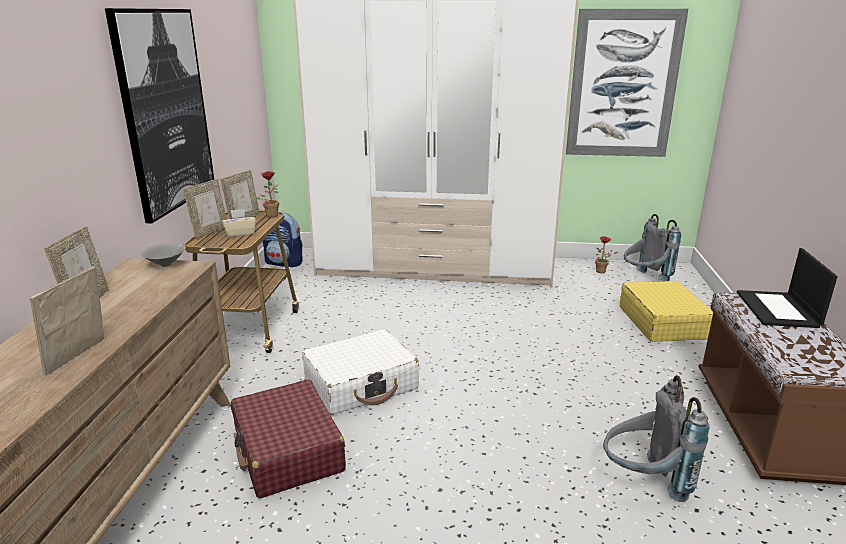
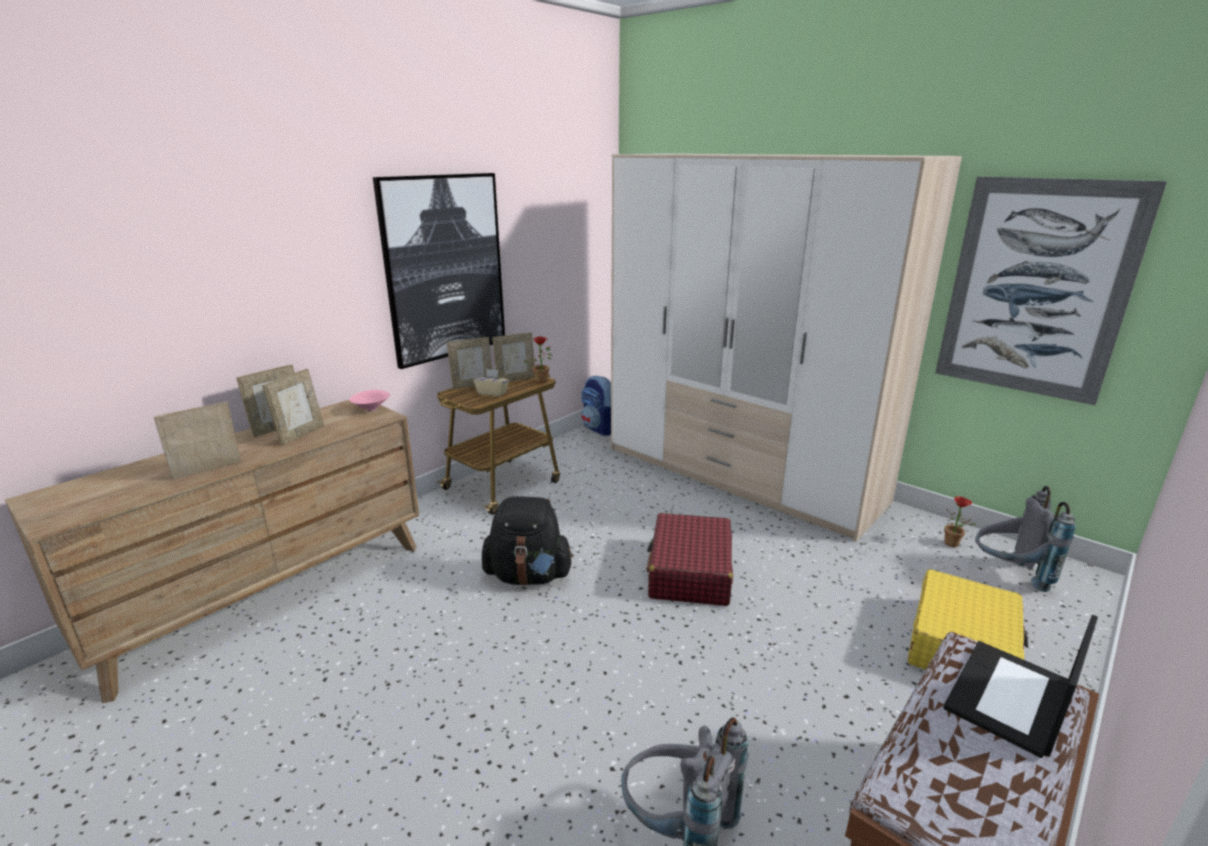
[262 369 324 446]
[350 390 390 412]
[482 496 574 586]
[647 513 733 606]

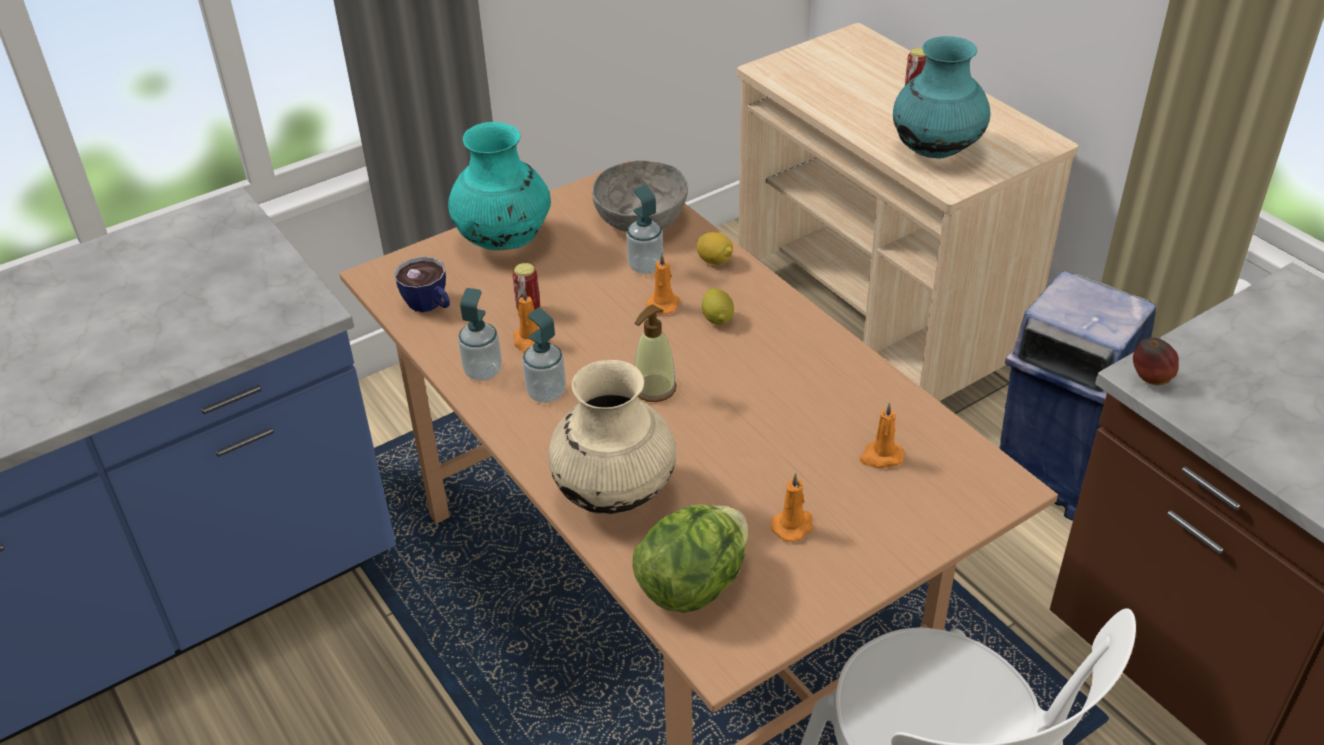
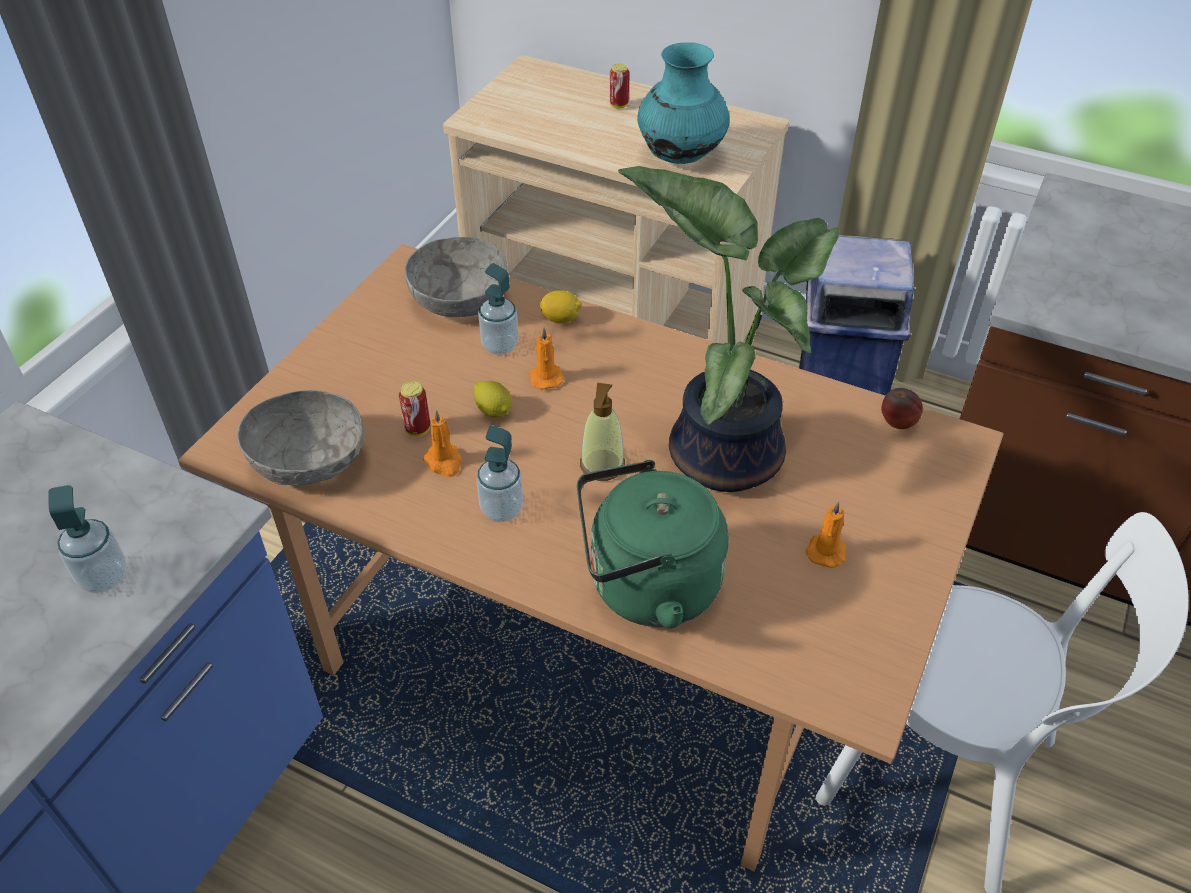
[48 485 127 593]
[237 390 363 485]
[474 381 512 417]
[577 460 728 629]
[618 166 839 492]
[881 388 923 429]
[448 122 551 251] (first image)
[633 504 748 613] (first image)
[859 403 904 468] (first image)

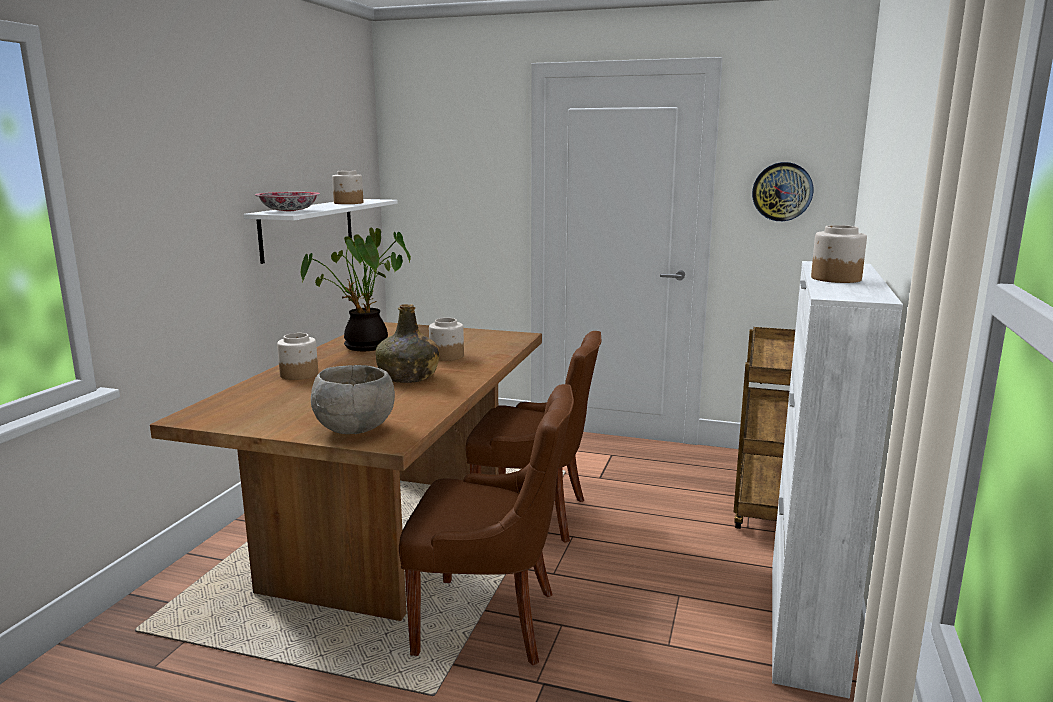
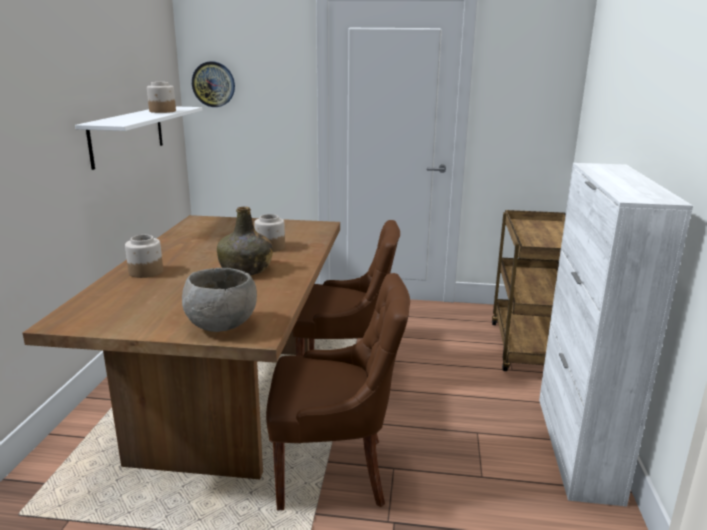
[192 61 235 107]
[255 192 320 211] (first image)
[301 227 411 351] (first image)
[811 225 867 283] (first image)

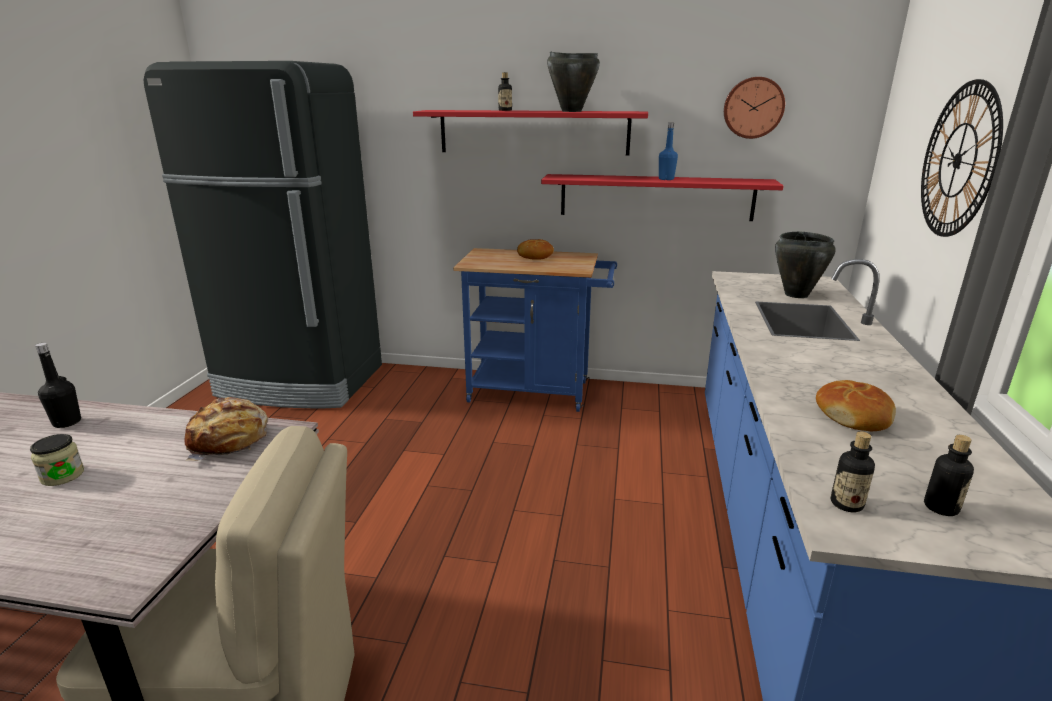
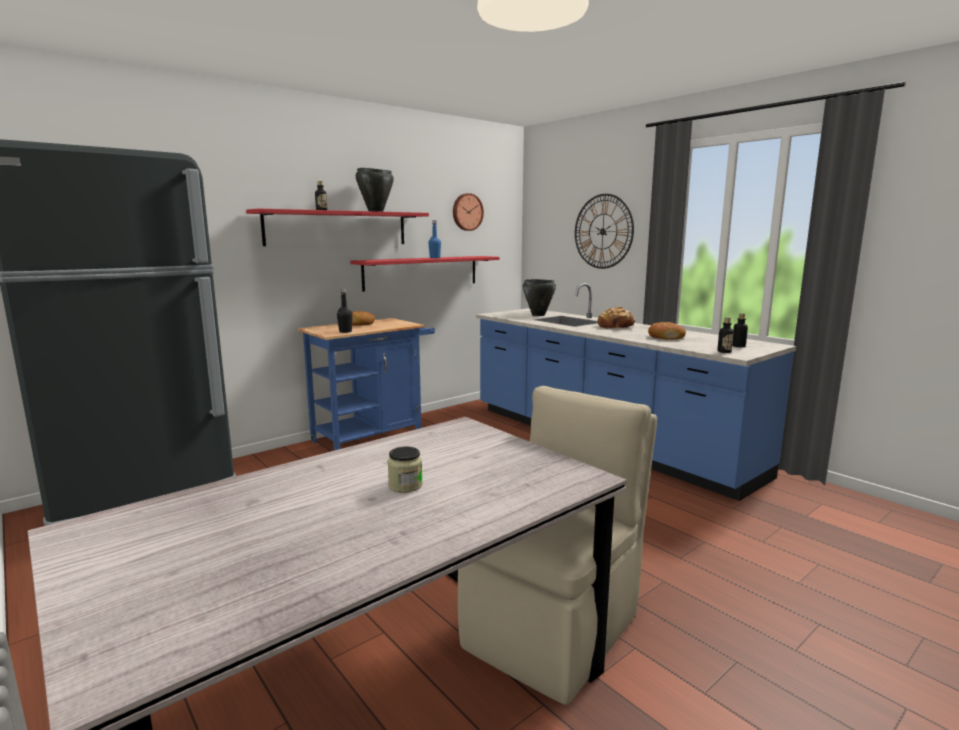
[337 288 352 333]
[597 307 635 329]

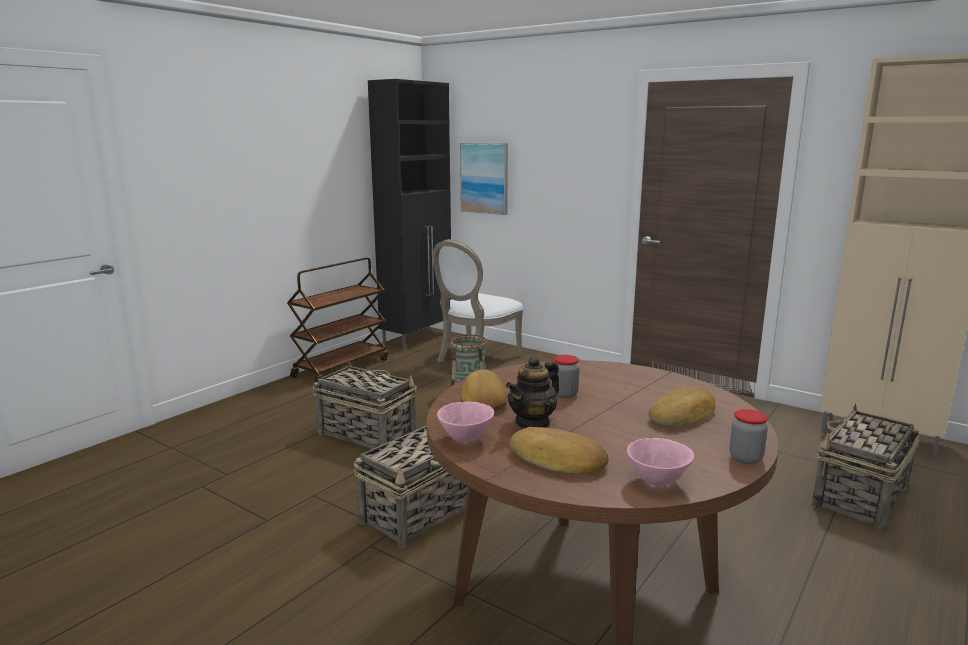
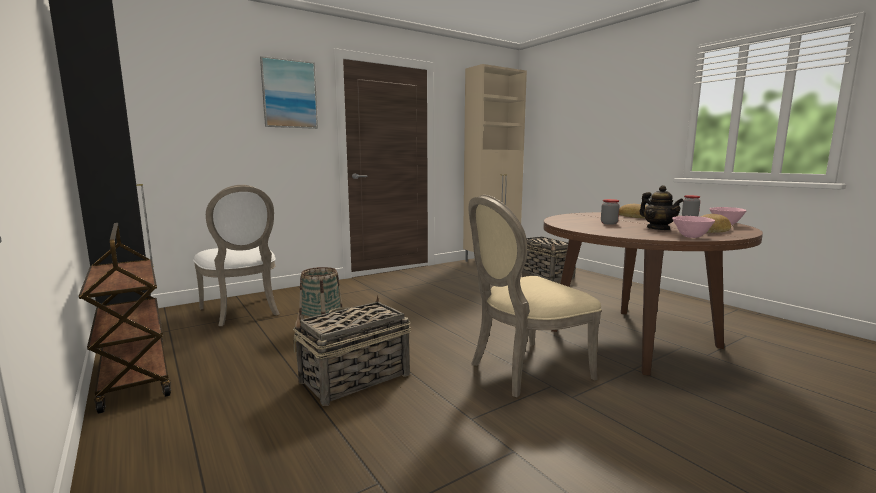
[260 56 318 129]
[469 195 602 397]
[462 369 507 411] (first image)

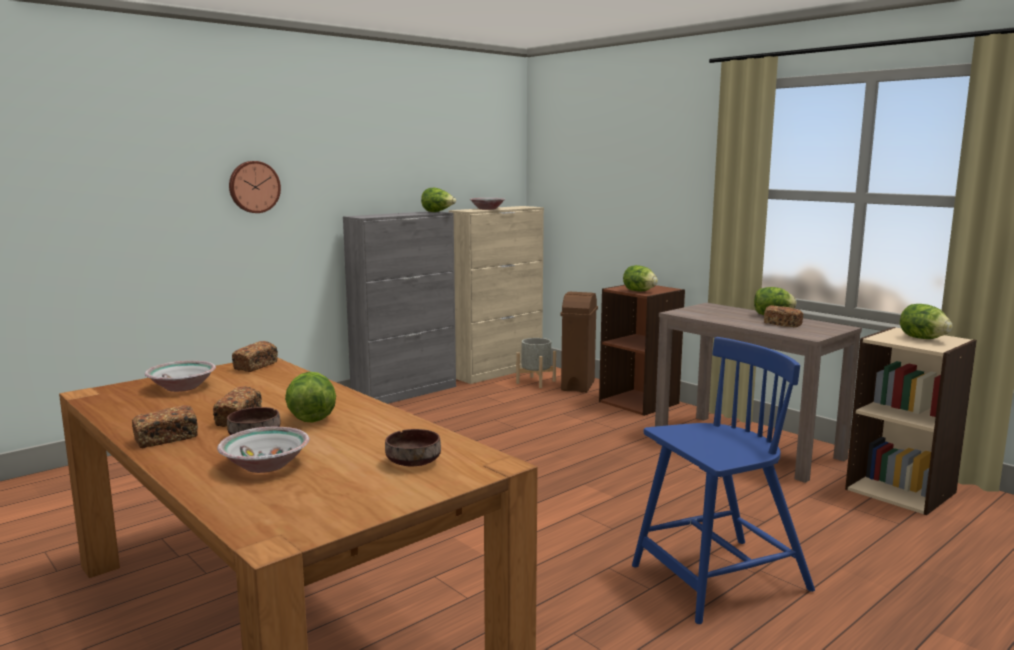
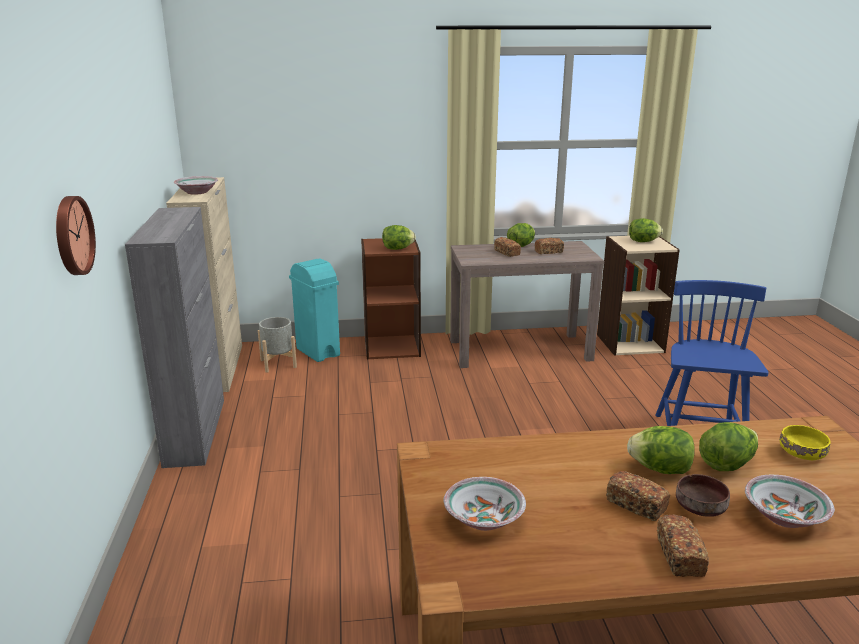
[289 258 340 362]
[494 237 521 257]
[699 422 758 471]
[780 425 831 460]

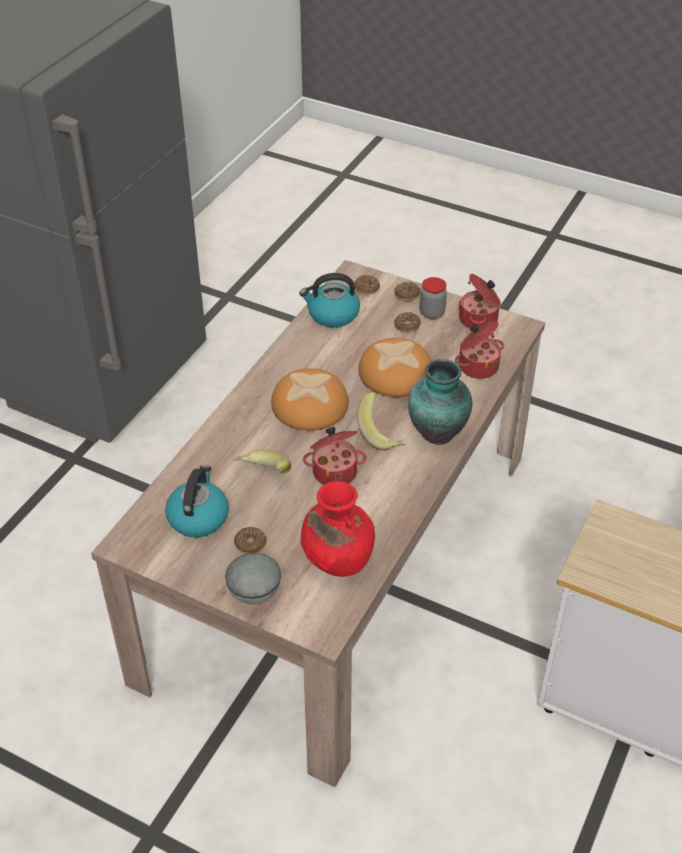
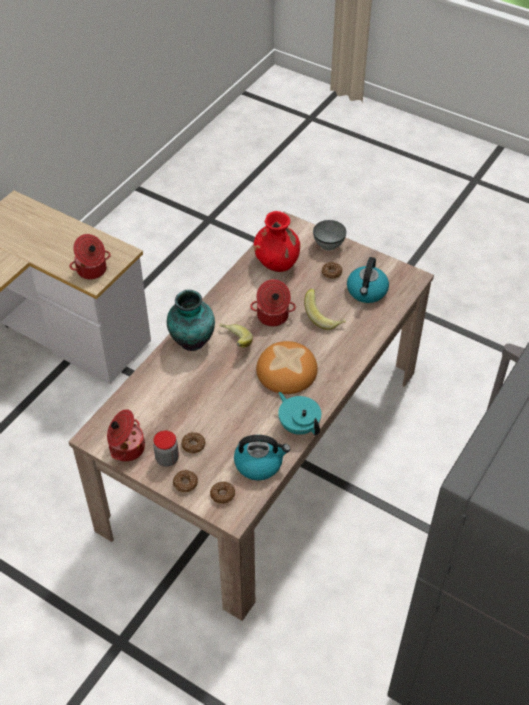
[70 234 111 279]
[278 392 321 435]
[358 338 432 397] (first image)

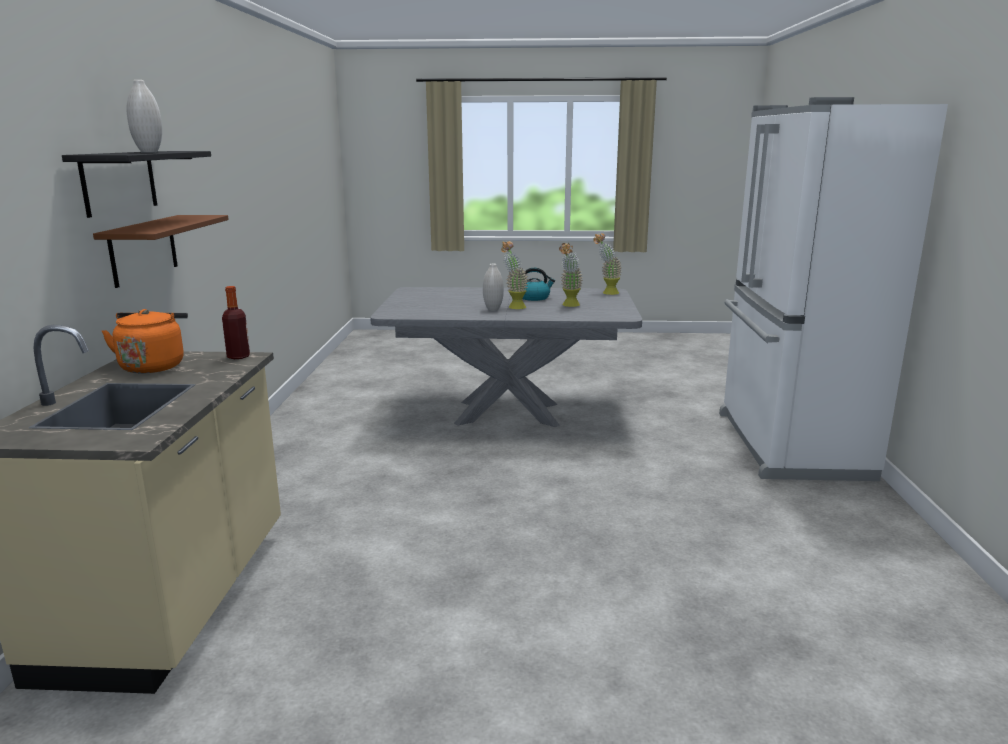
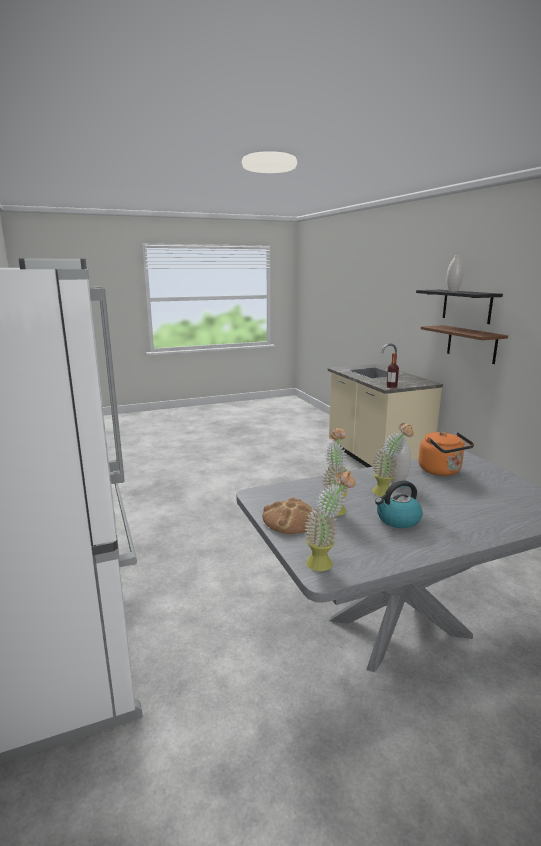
[262 497 313 534]
[418 432 474 476]

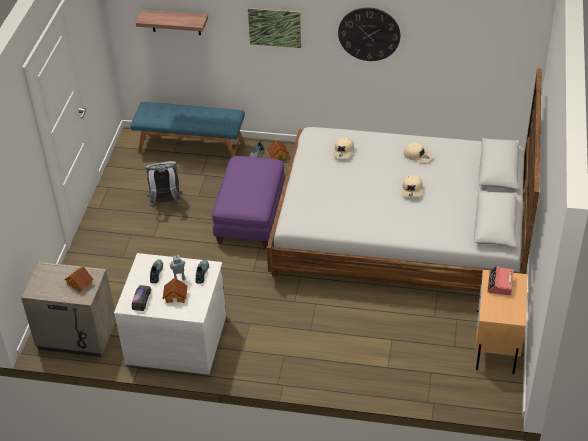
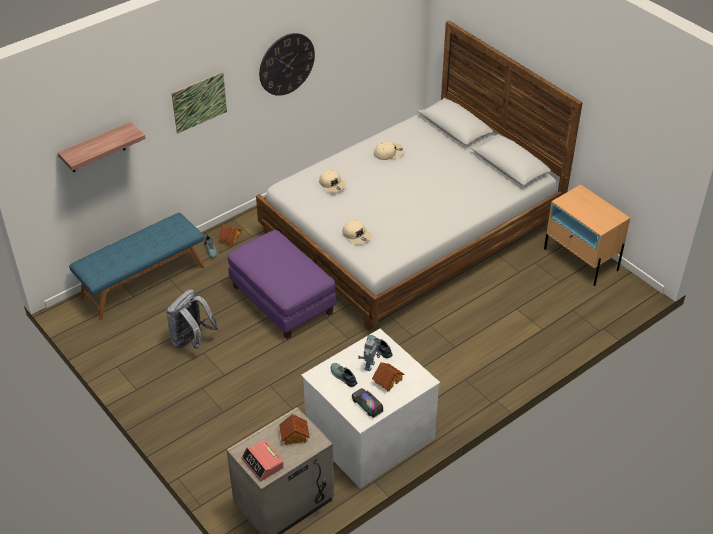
[241 440 284 481]
[343 220 372 244]

